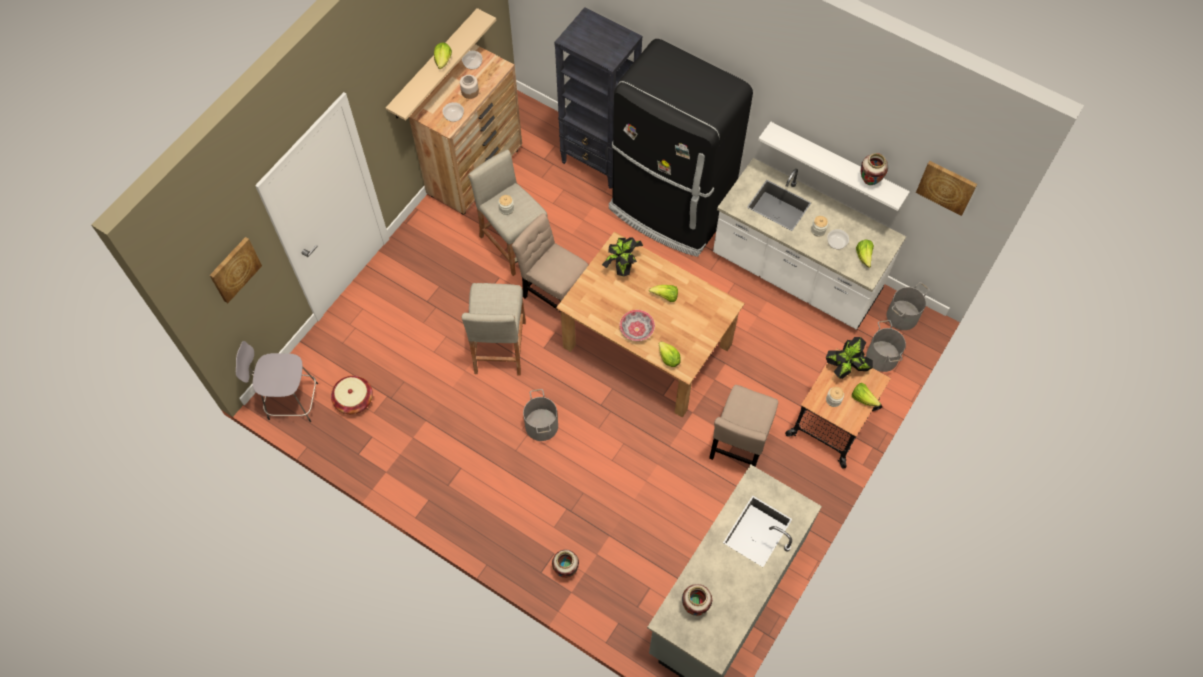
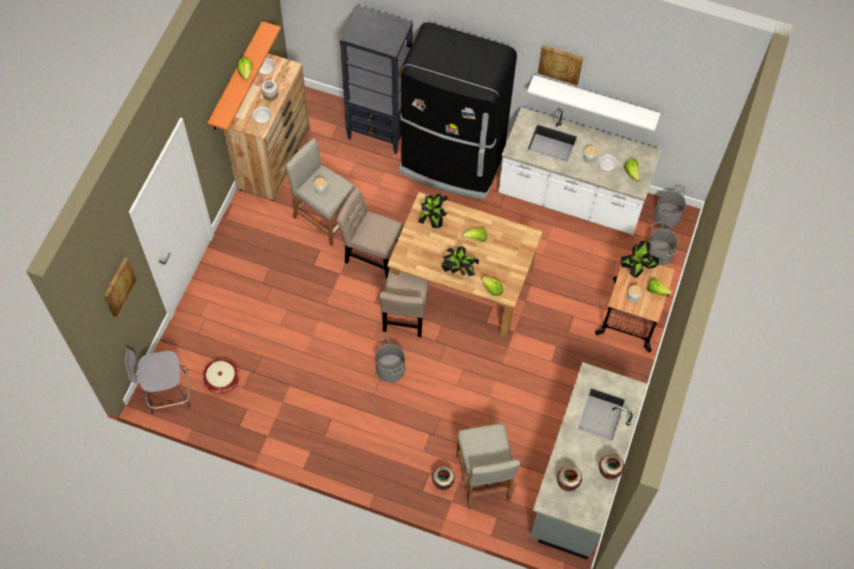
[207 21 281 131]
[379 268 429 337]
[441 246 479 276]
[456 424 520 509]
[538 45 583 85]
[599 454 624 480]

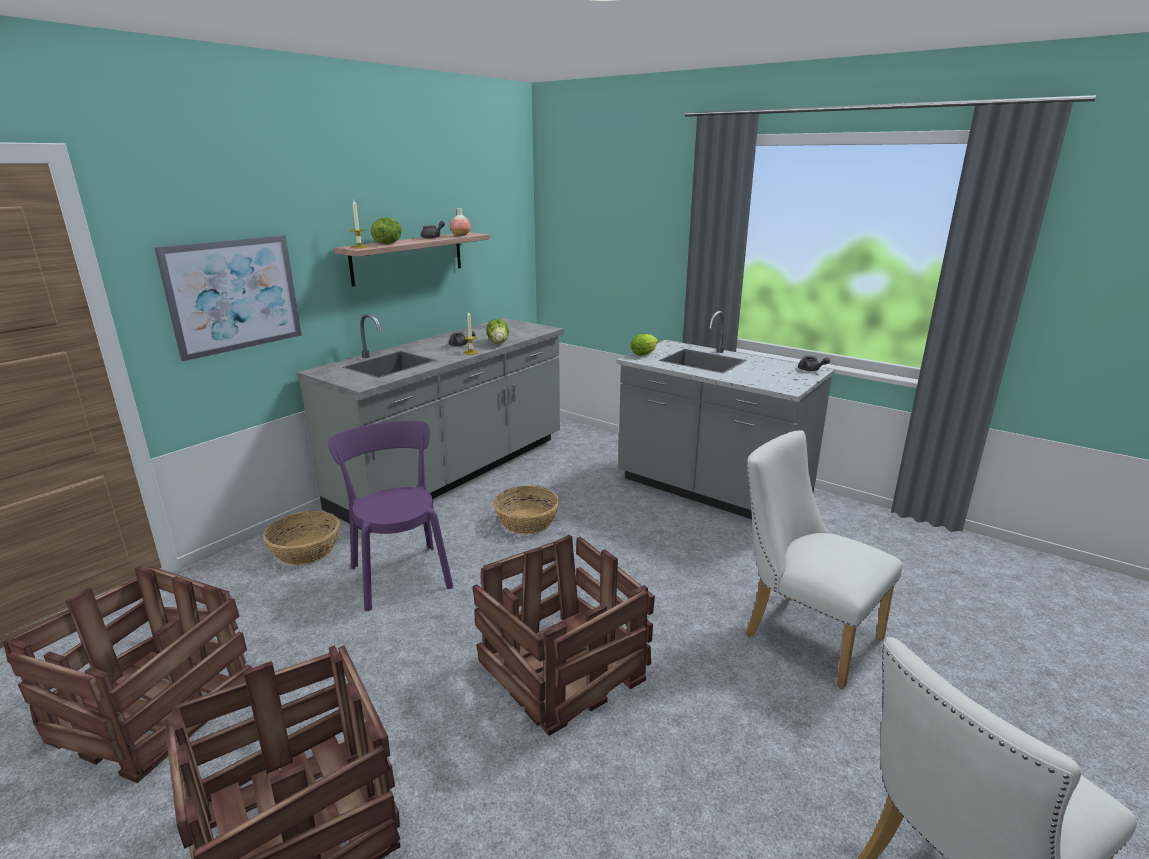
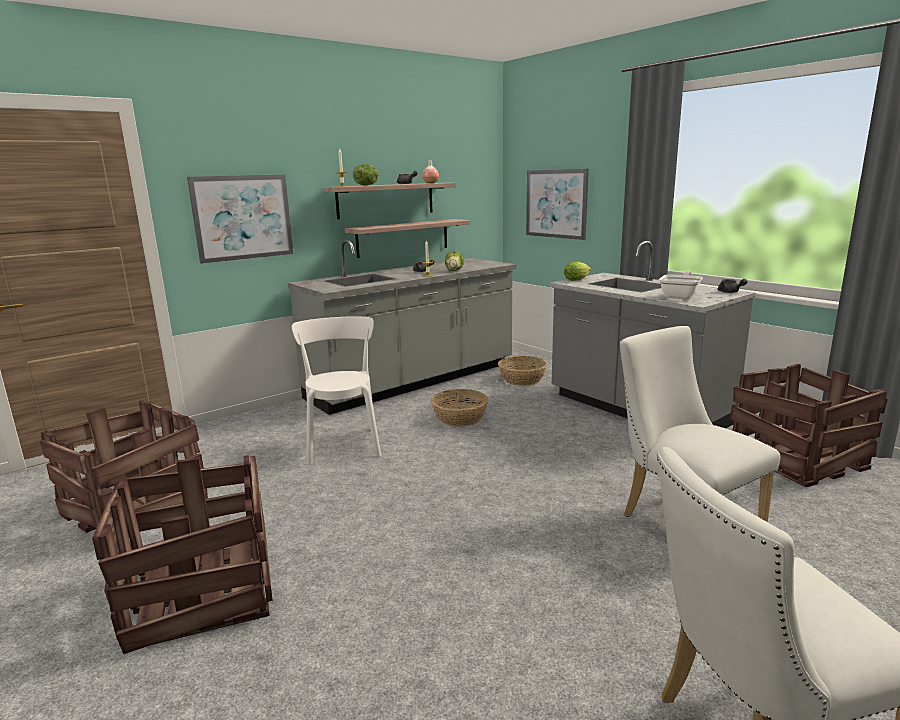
[292 316 381 465]
[345 219 470 258]
[498 356 547 386]
[526 169 589 240]
[659 271 703 299]
[730 364 888 487]

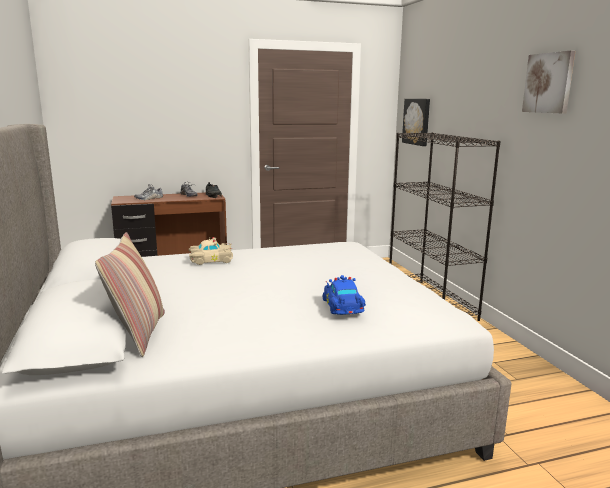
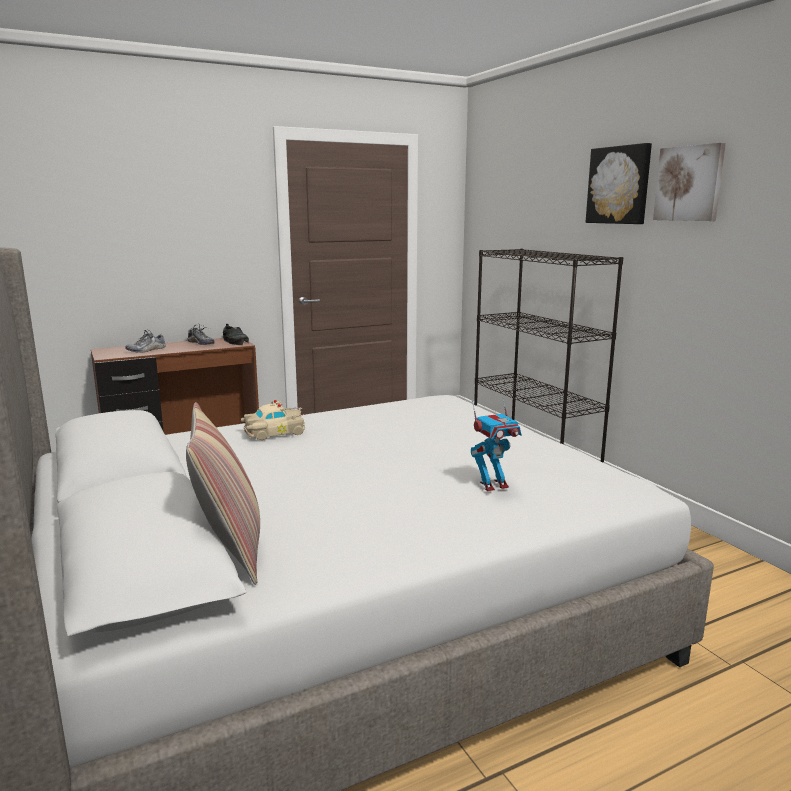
[471 397 521 491]
[586 143 652 224]

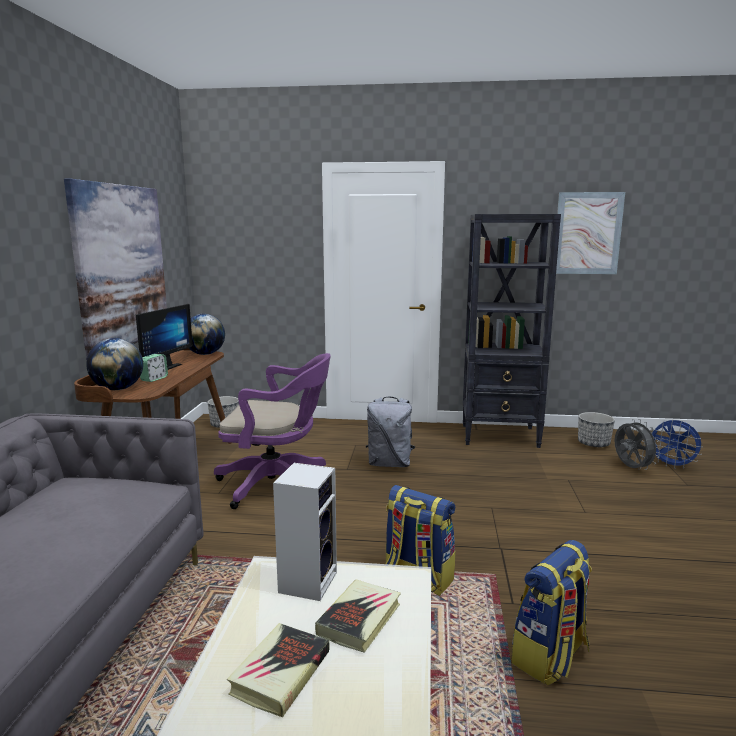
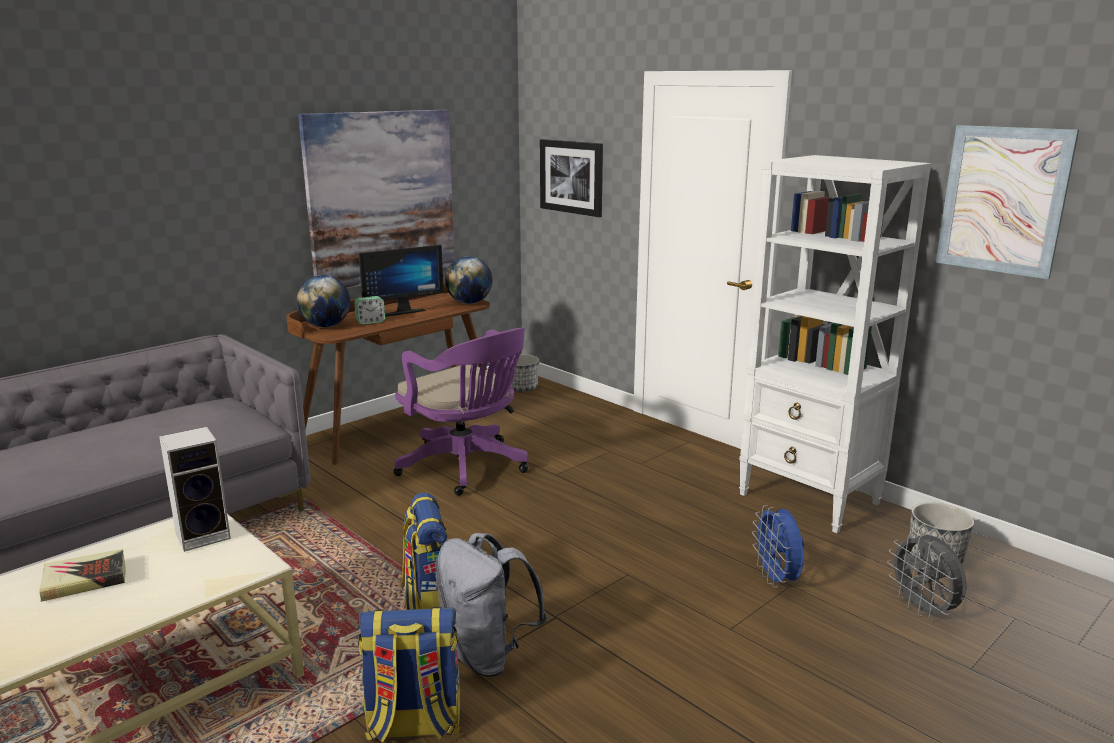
[435 533 547 677]
[540 139 603 217]
[739 155 931 533]
[752 505 804 588]
[887 533 967 620]
[315 580 401 653] (first image)

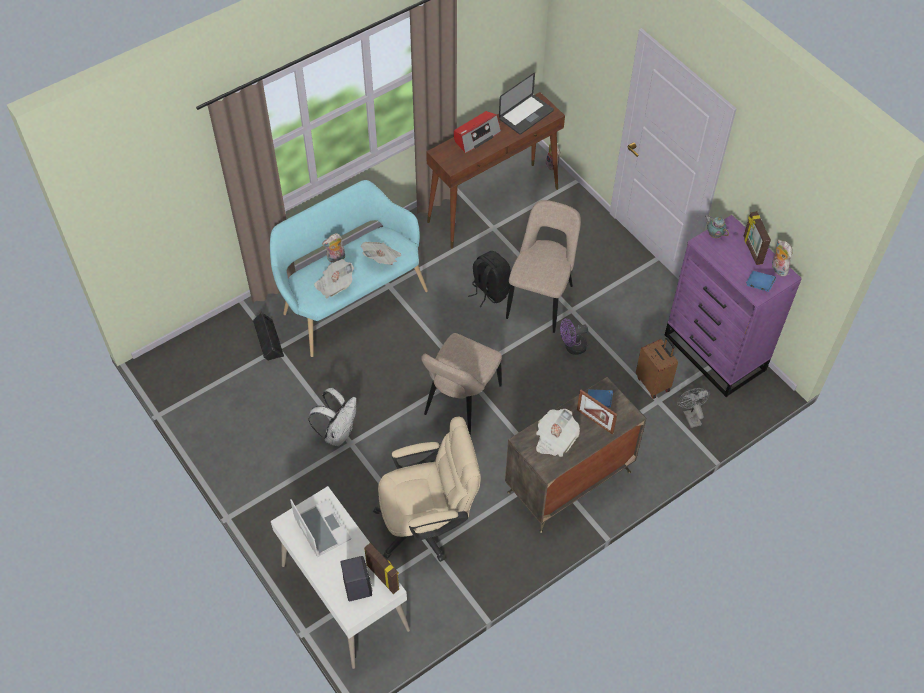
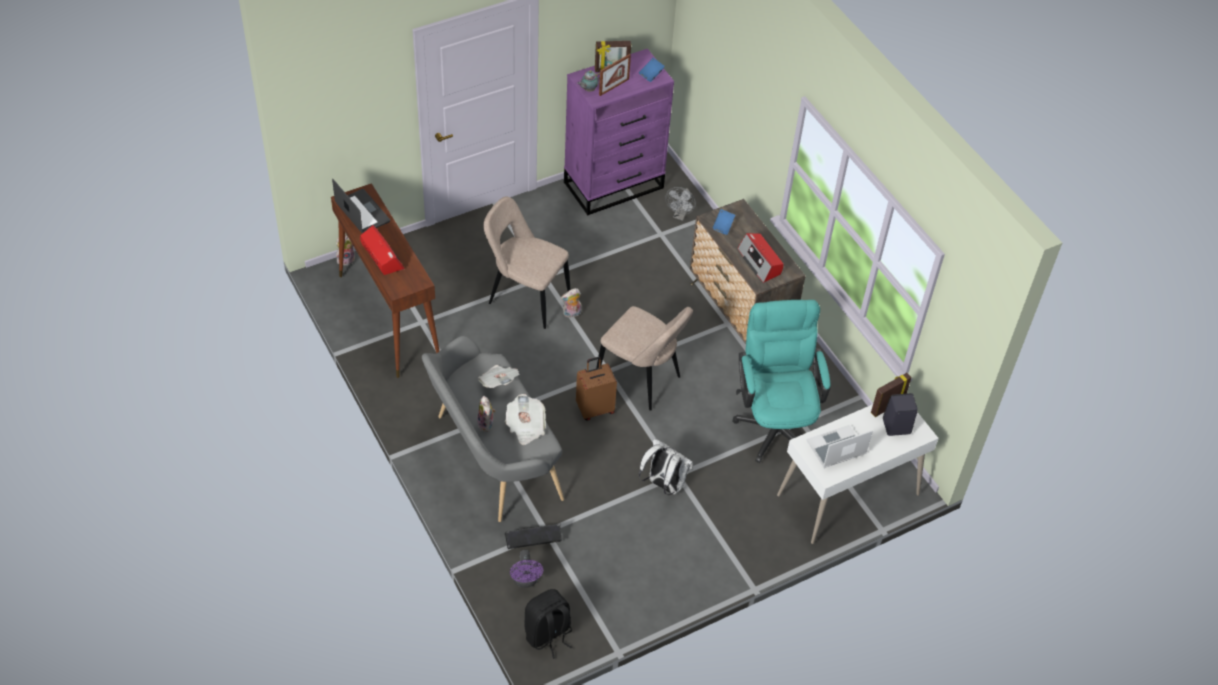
[422 336 564 522]
[510 550 543 588]
[524 589 572 659]
[561 288 581 318]
[576 357 617 420]
[599 54 631 96]
[665 187 696 221]
[732 300 830 463]
[738 233 784 283]

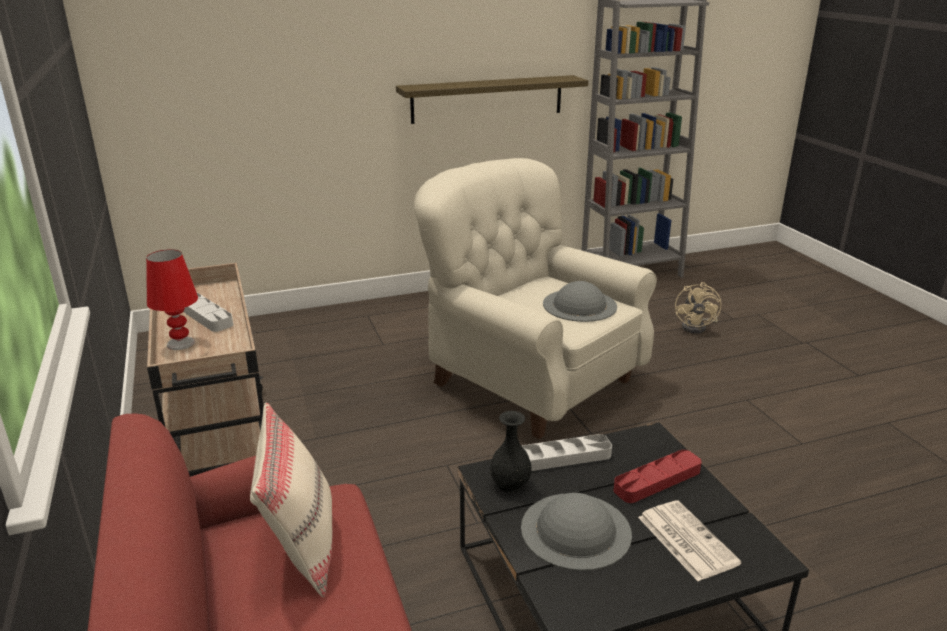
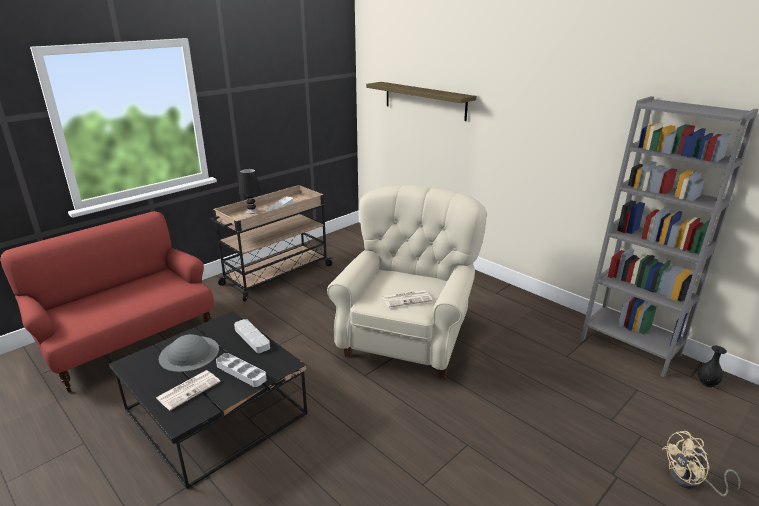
[216 353 267 387]
[239 169 261 214]
[366 82 476 121]
[382 290 432 308]
[662 431 741 496]
[698 346 727 387]
[250 402 332 597] (first image)

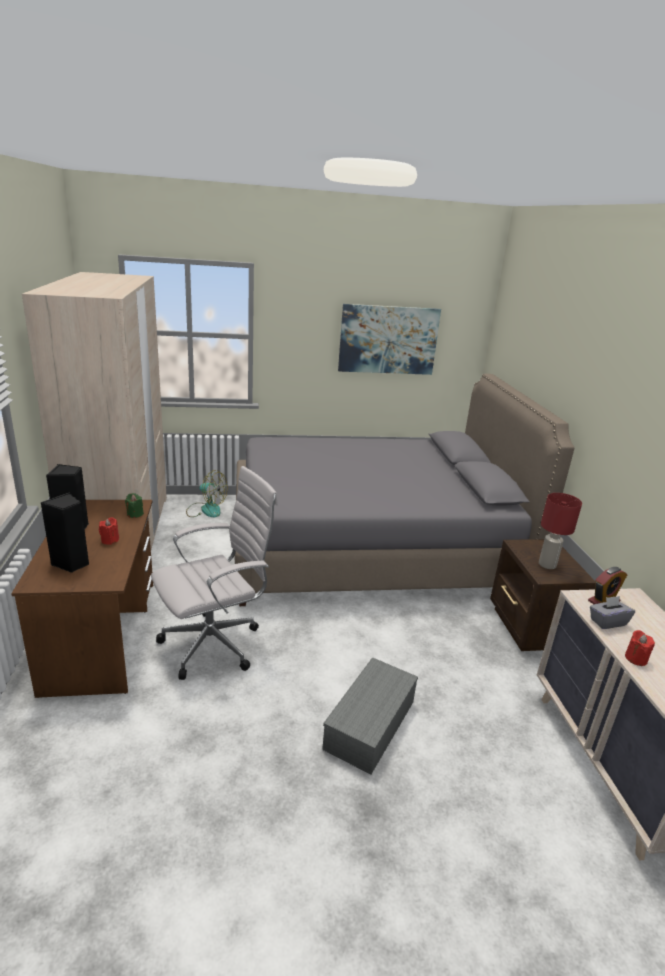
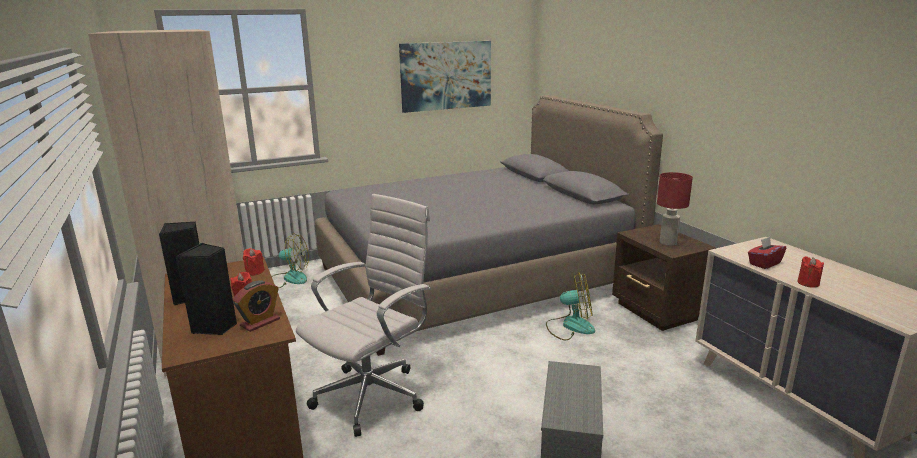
[233 280 280 332]
[243 248 265 276]
[546 273 595 340]
[748 237 786 269]

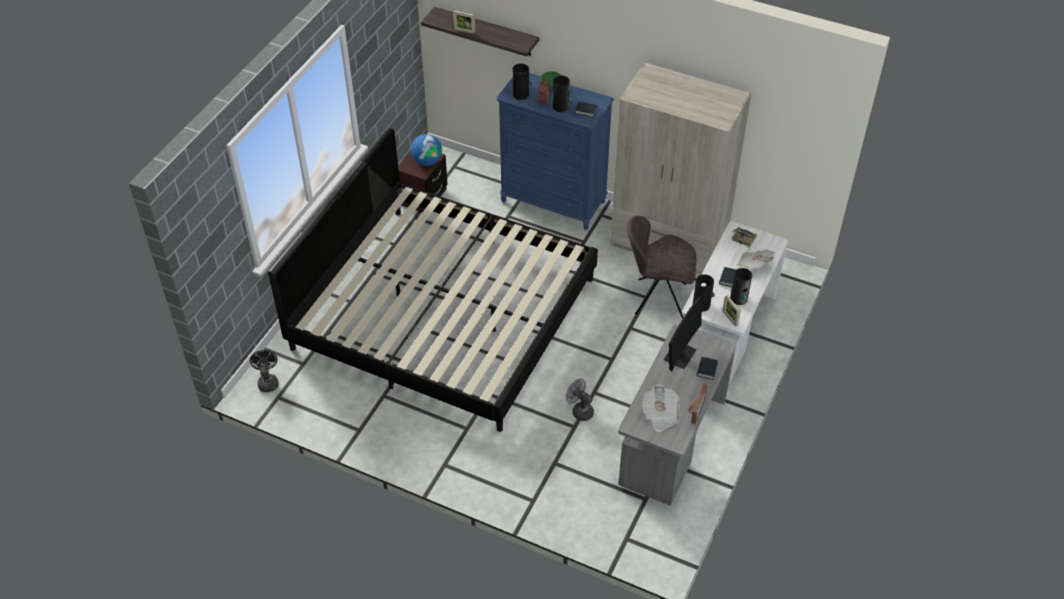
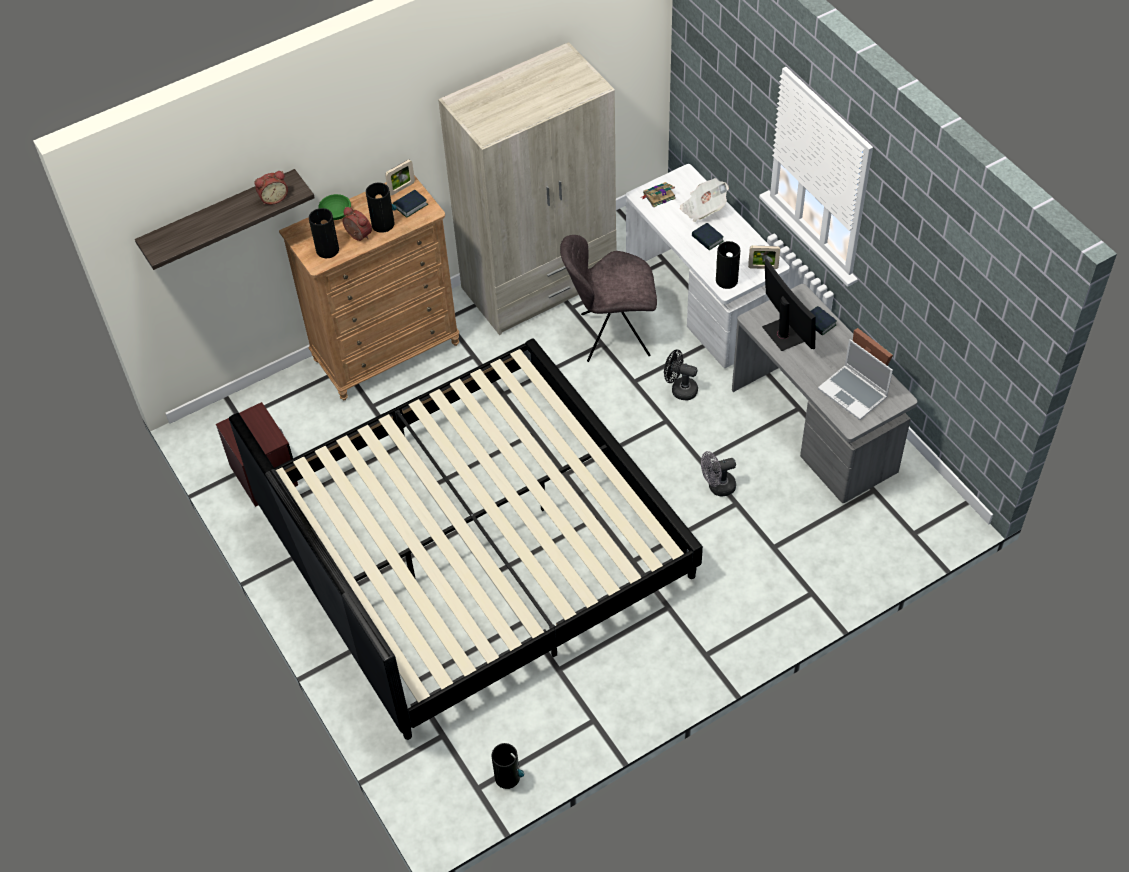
[255 171 288 205]
[279 175 459 400]
[385 159 415 196]
[492 743 524 789]
[560 235 657 362]
[664 349 698 400]
[818 339 893 420]
[411 134 442 166] (first image)

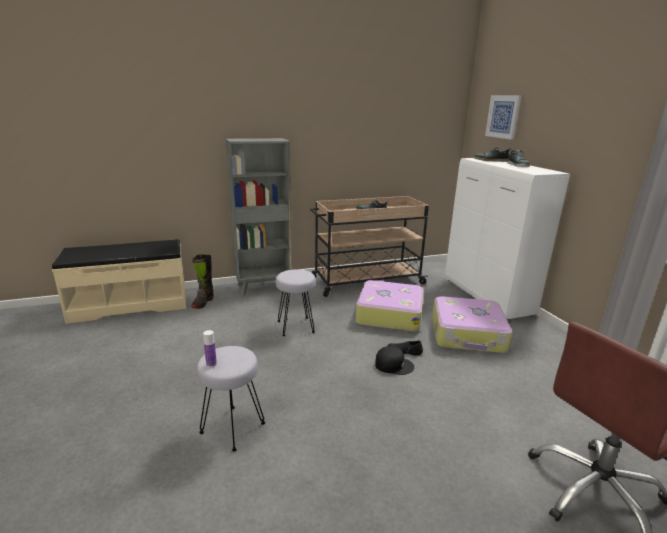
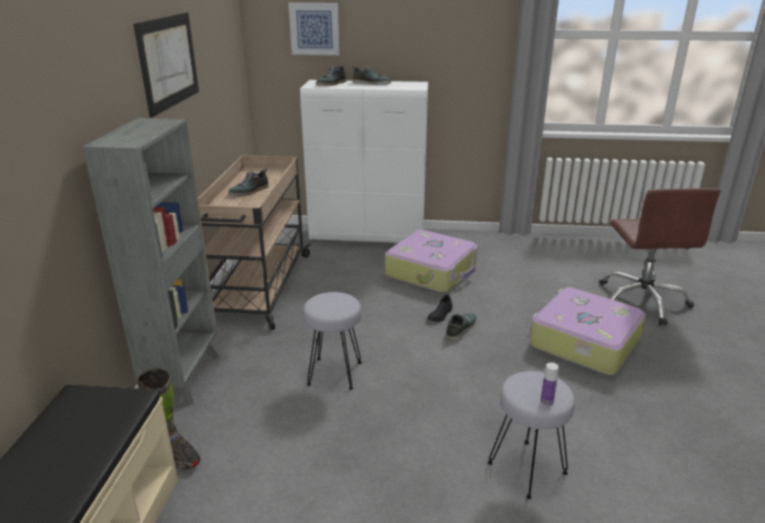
[133 13 199 118]
[446 313 477 341]
[530 287 646 375]

